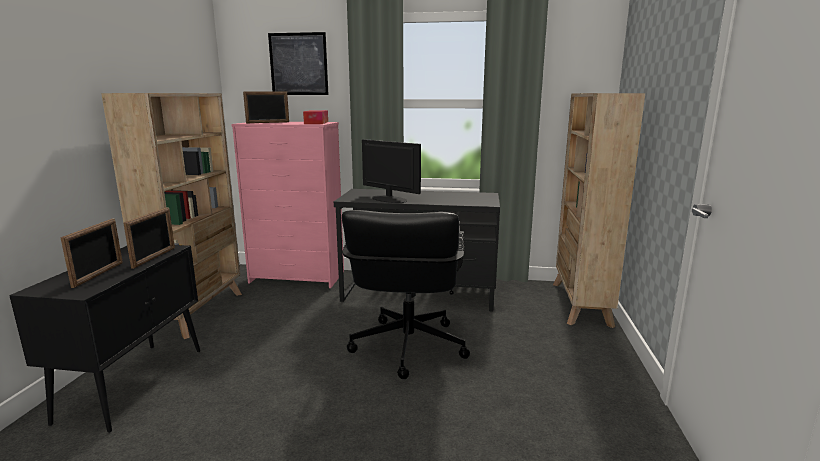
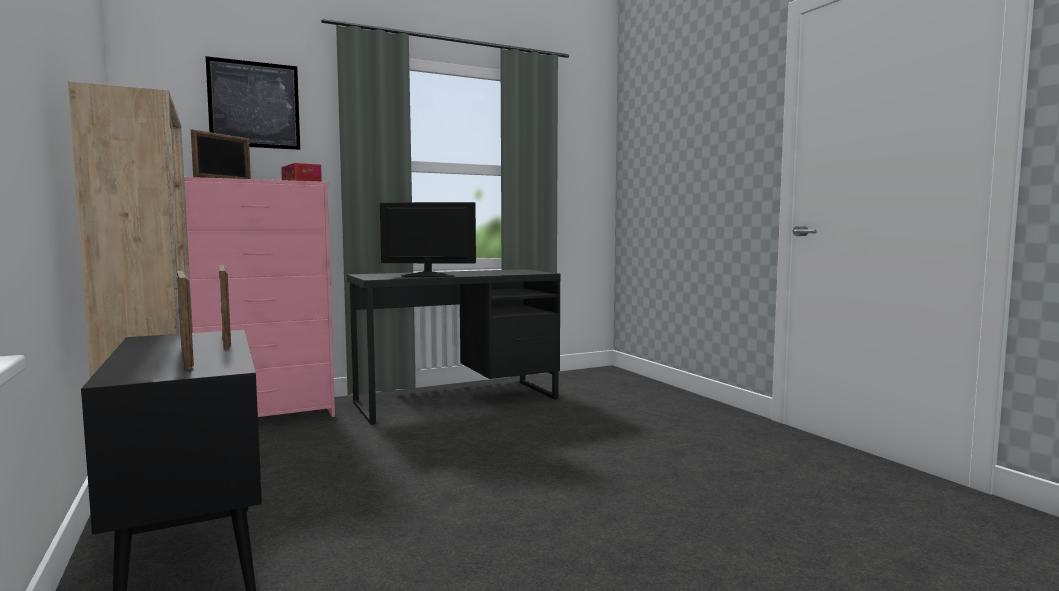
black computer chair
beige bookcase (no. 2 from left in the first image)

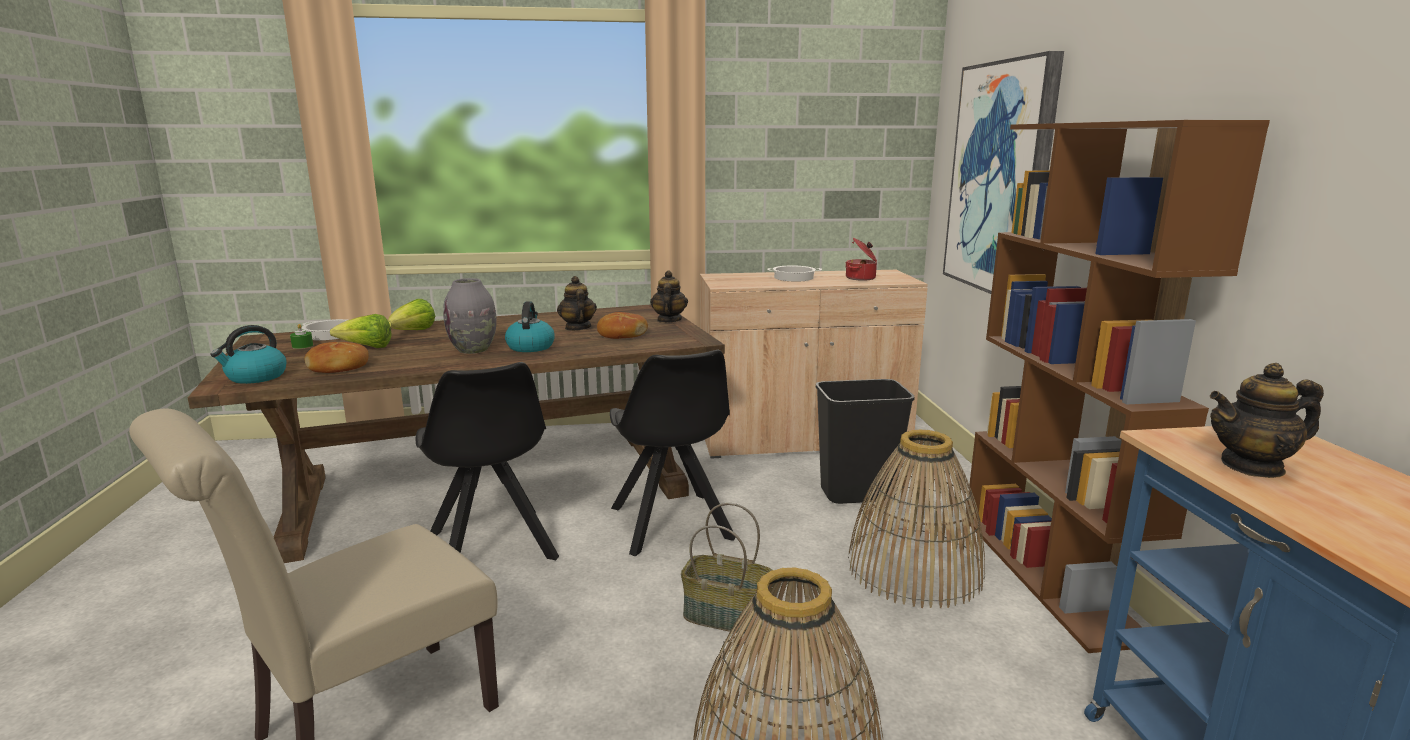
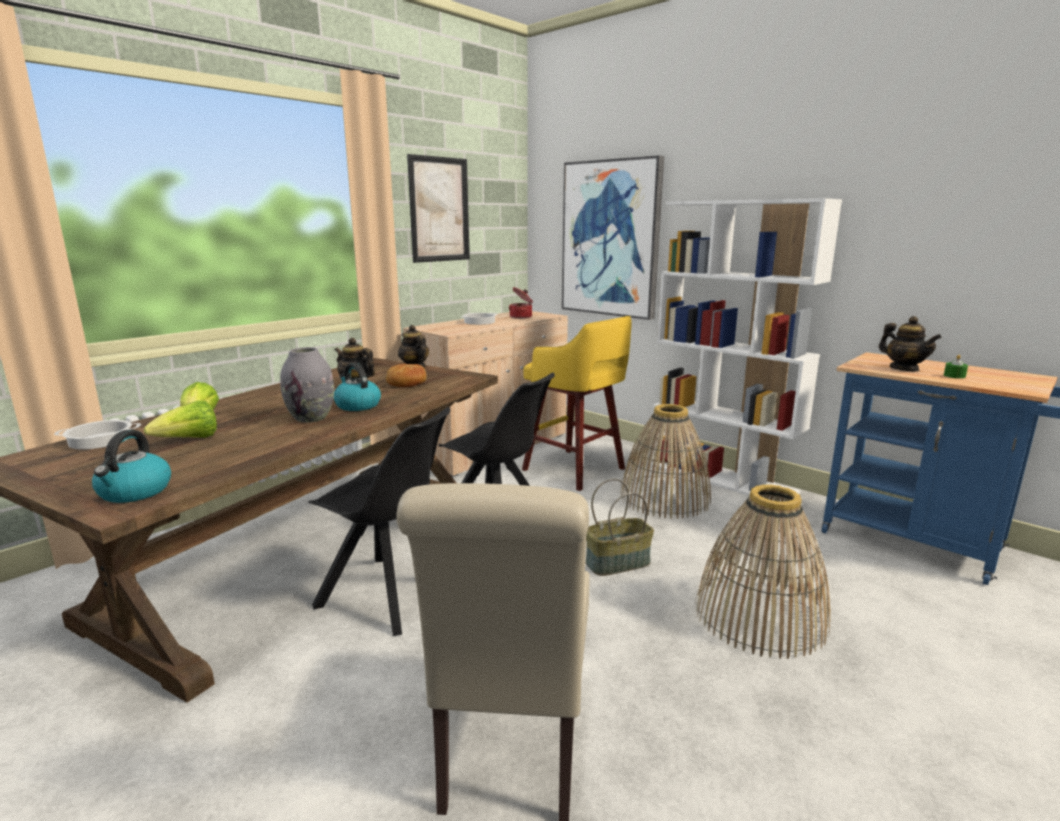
bread (no. 1 from left in the first image)
picture (no. 1 from left)
greenish wax candle
yellow-coloured stool seat
white-coloured bookcase
teapot (no. 3 from left)

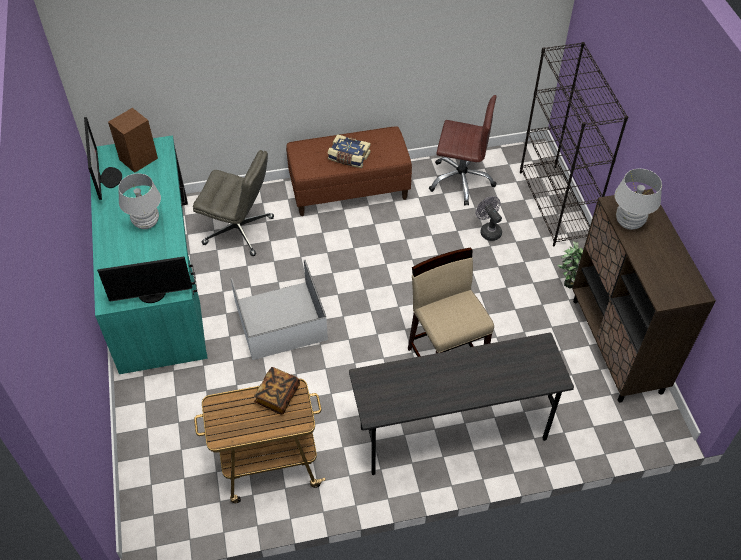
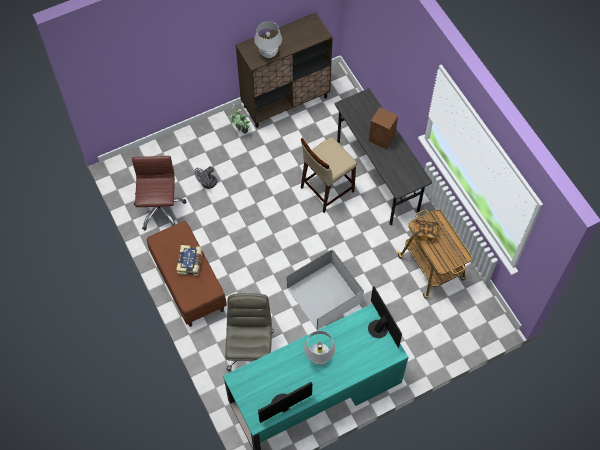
black bookcase
brown-coloured loudspeaker

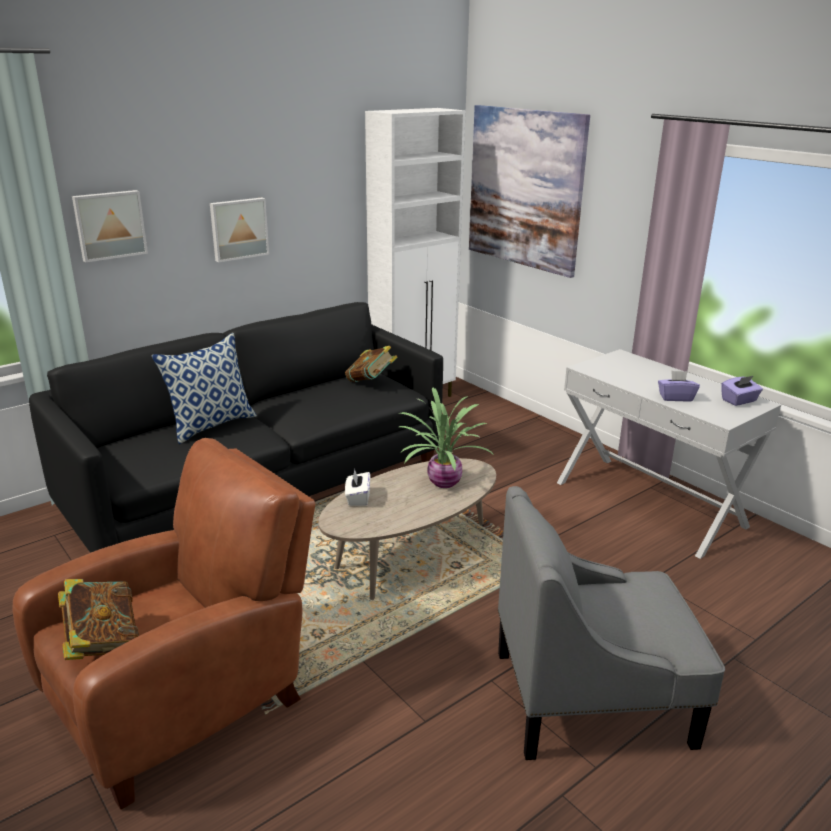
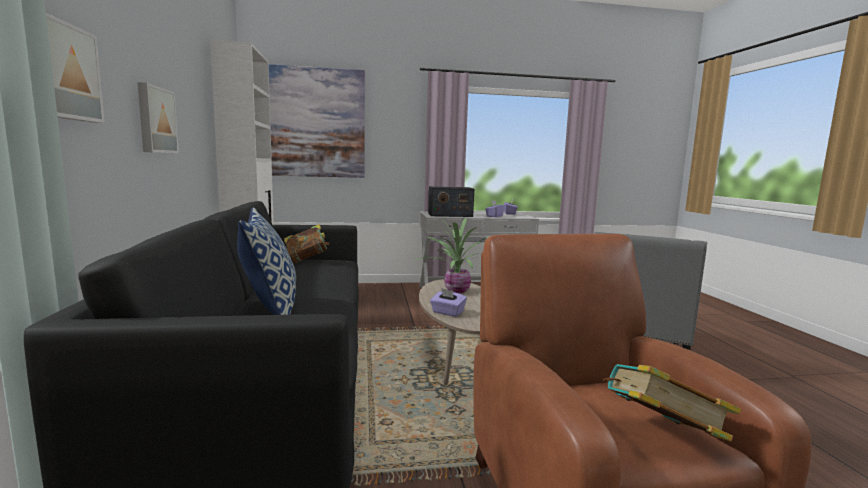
radio set
purple-coloured tissue holder (no. 1 from left)

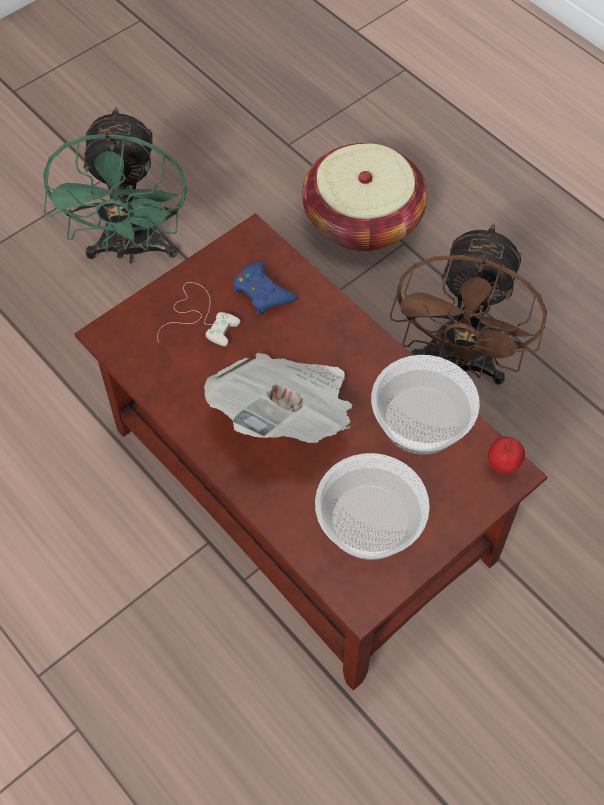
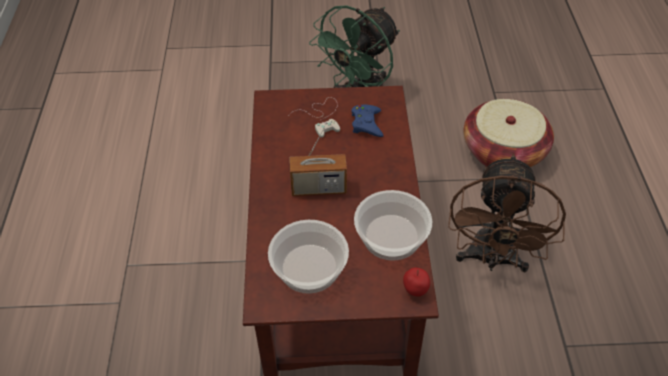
radio set
brown-coloured fan

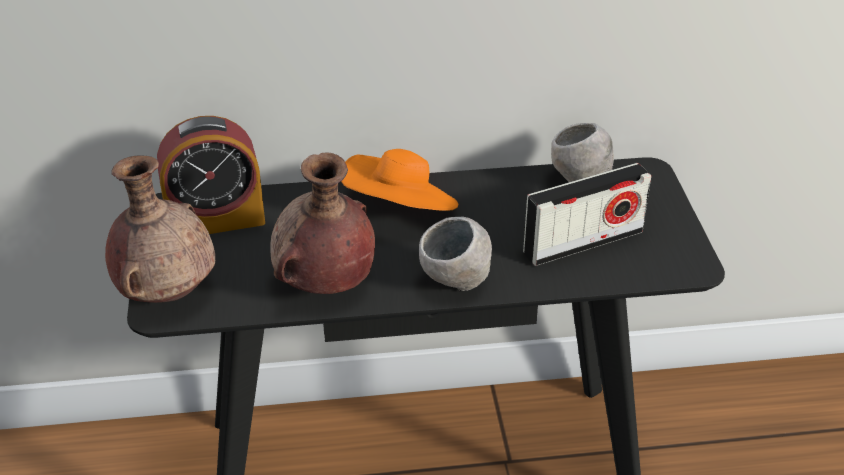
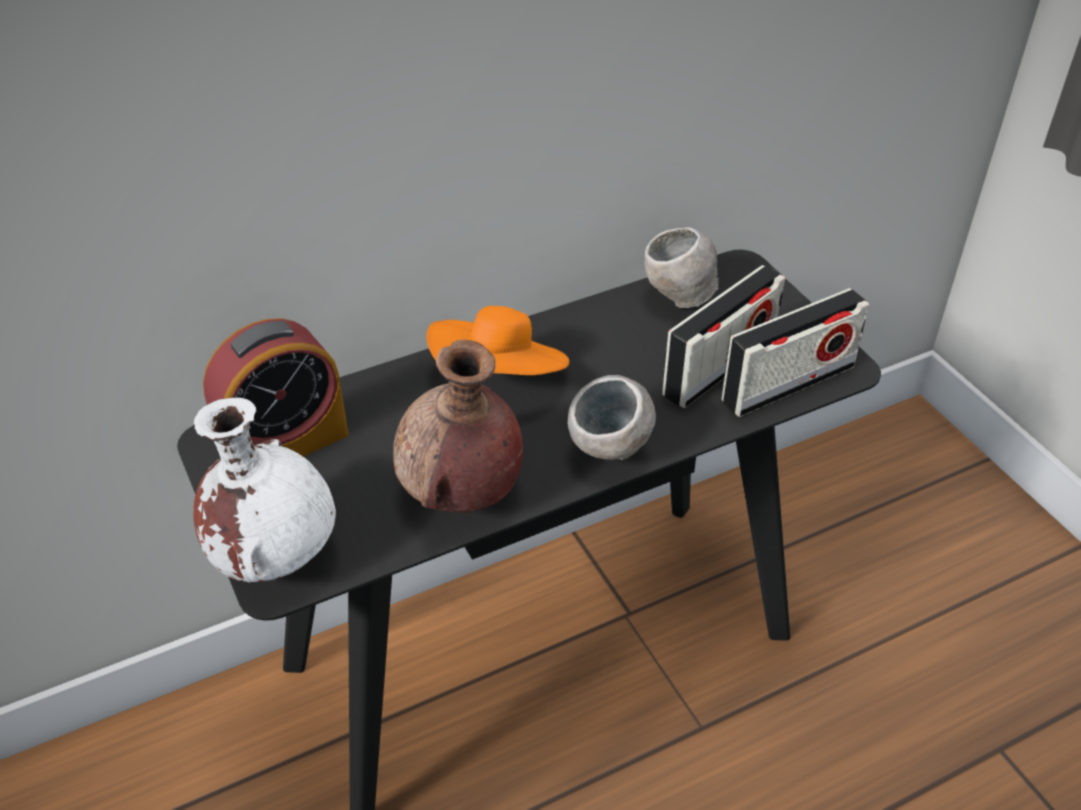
radio set (no. 2 from left)
white-coloured decorative vase

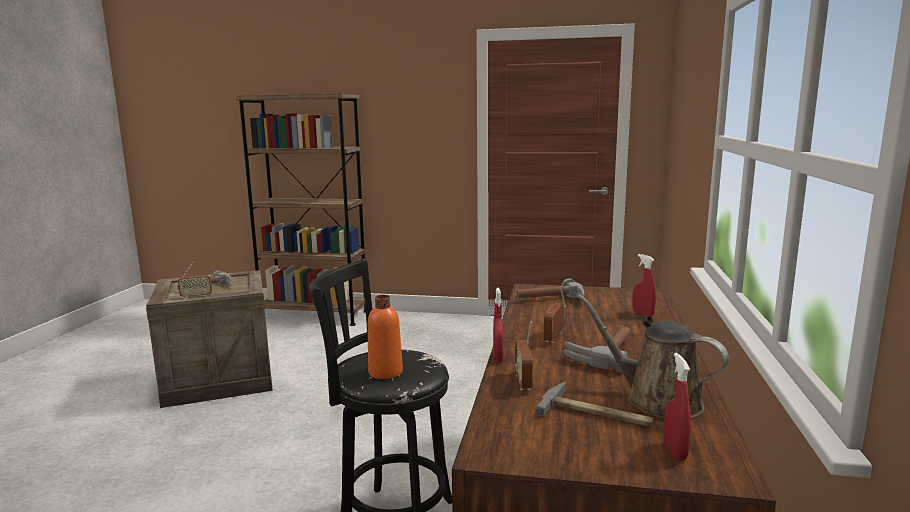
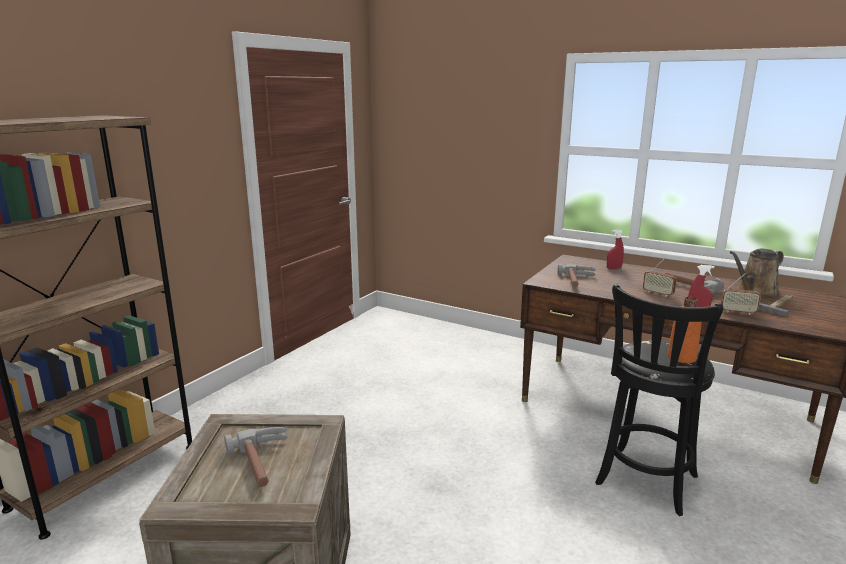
radio set (no. 1 from left in the first image)
reddish sprayer (no. 3 from left in the first image)

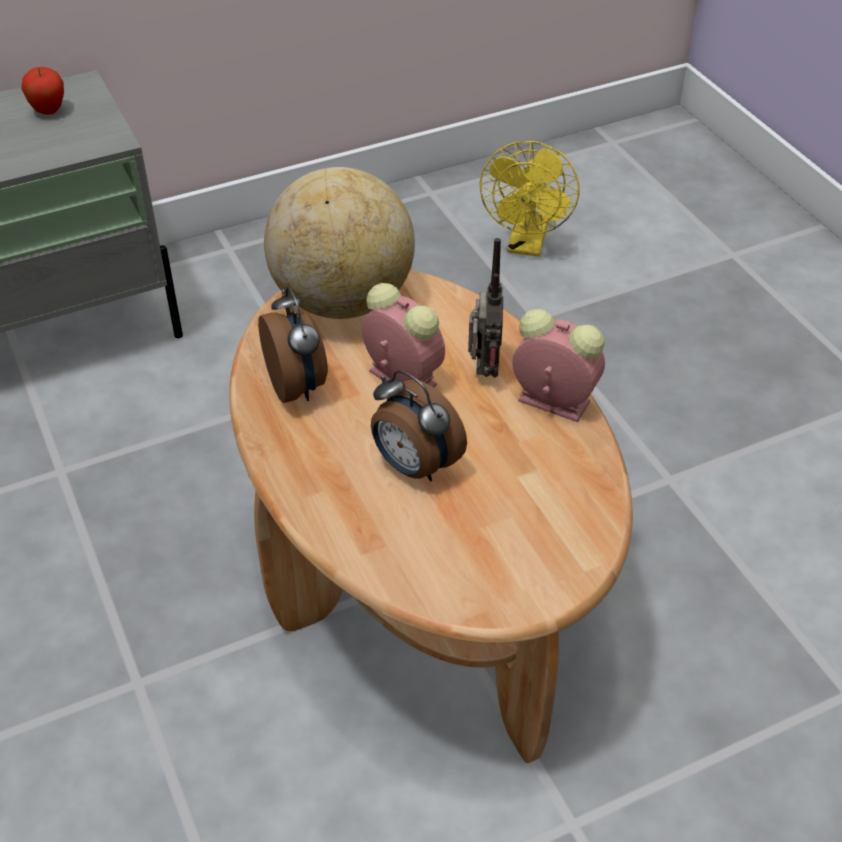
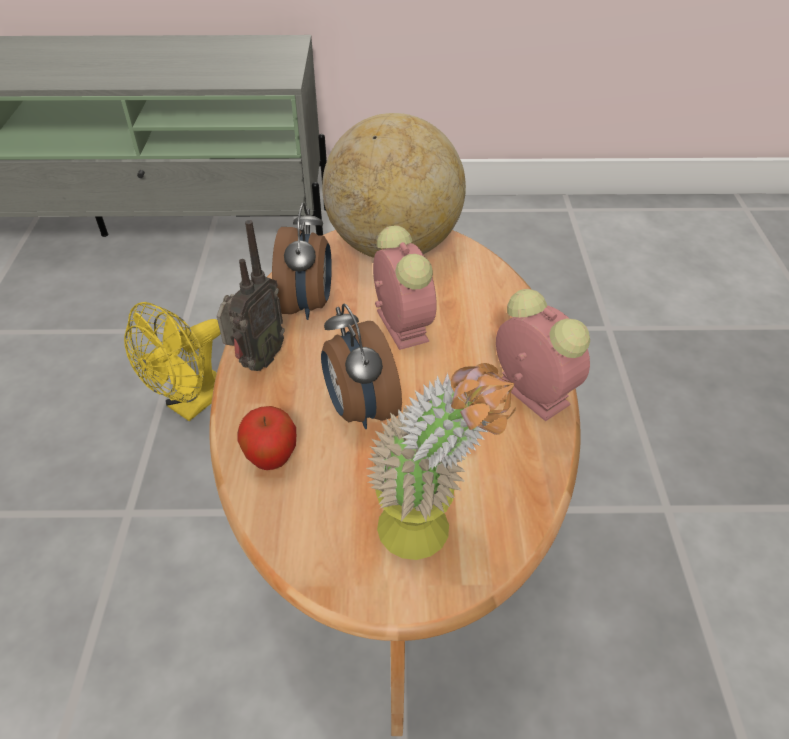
plant in a pot
apple fruit
radio set
yellow-coloured fan

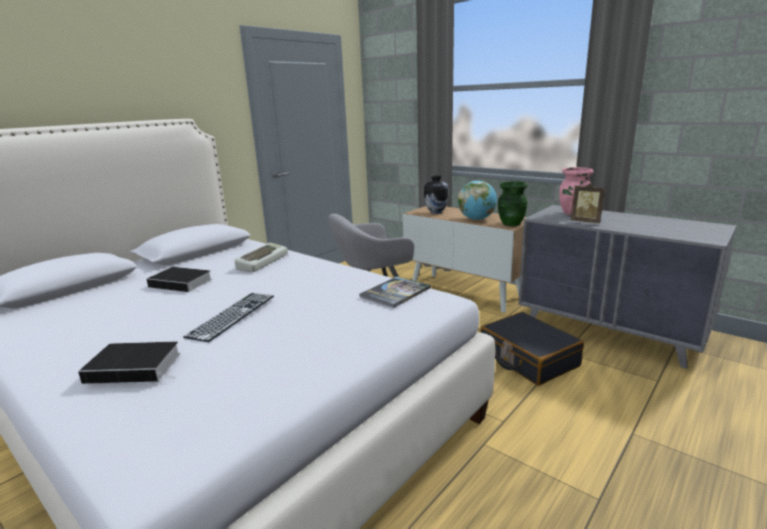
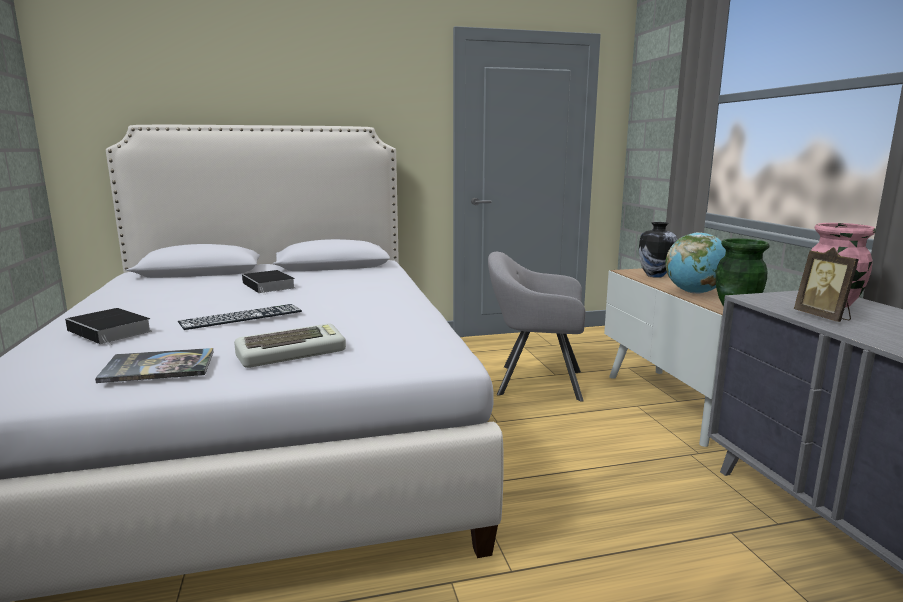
black piece of luggage
computer keyboard (no. 2 from left)
volume (no. 2 from left)

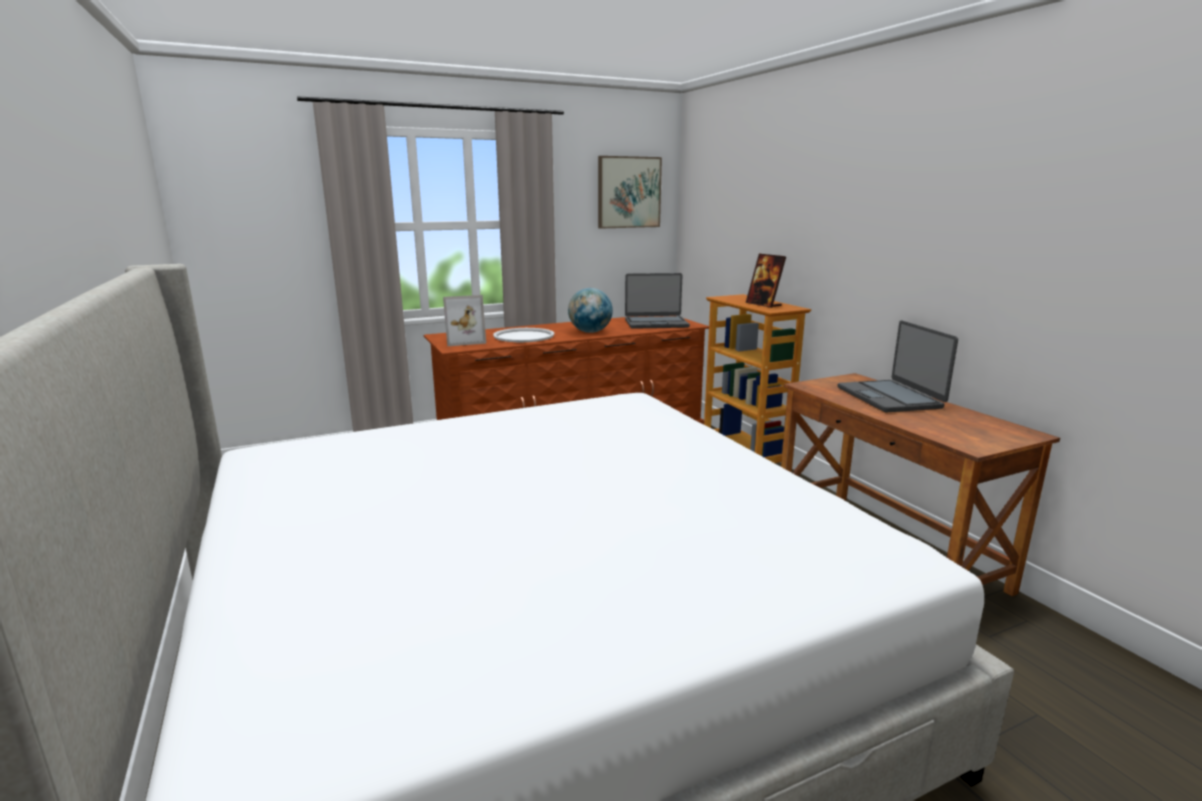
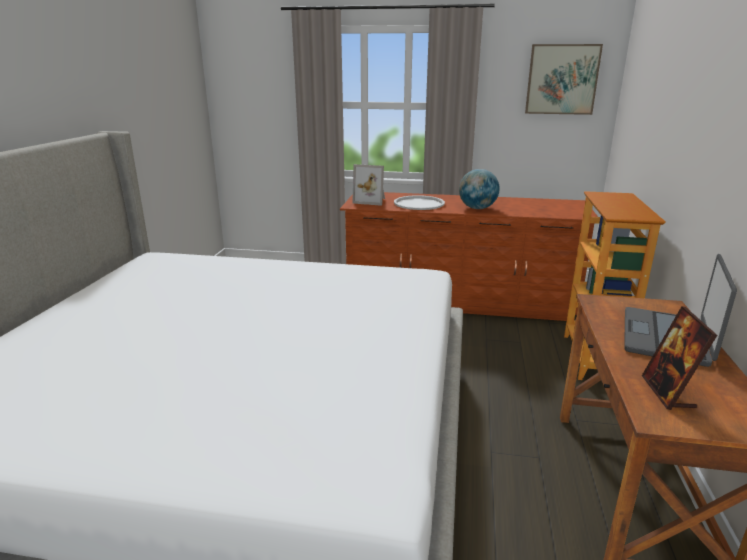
notebook computer (no. 1 from left in the first image)
picture frame (no. 2 from left)

